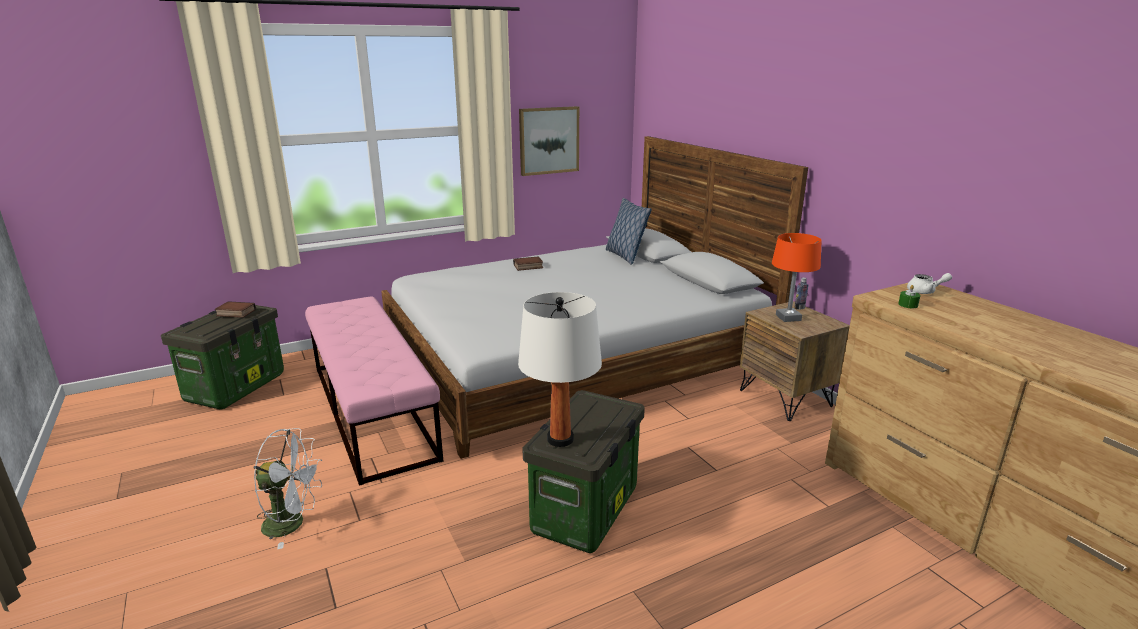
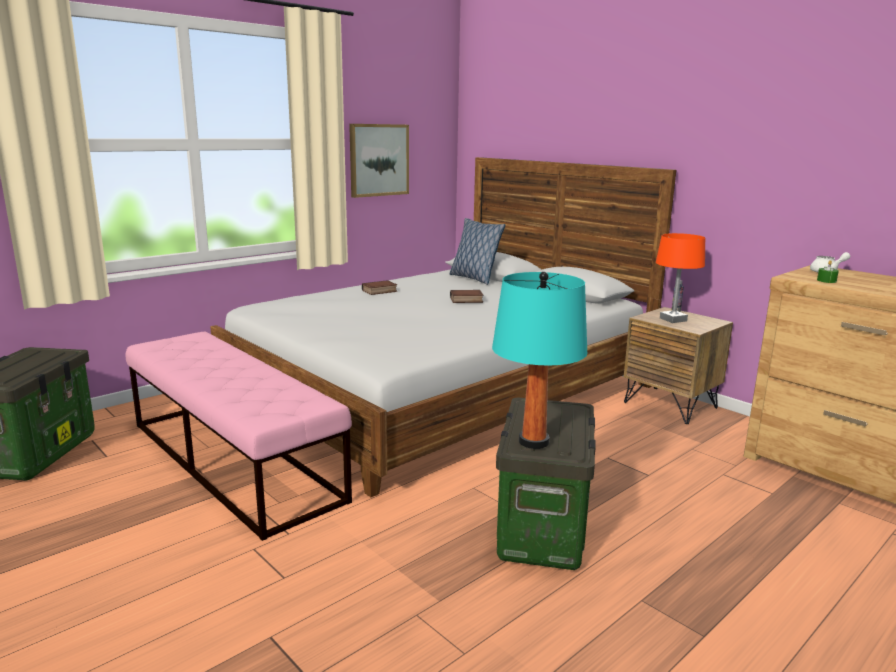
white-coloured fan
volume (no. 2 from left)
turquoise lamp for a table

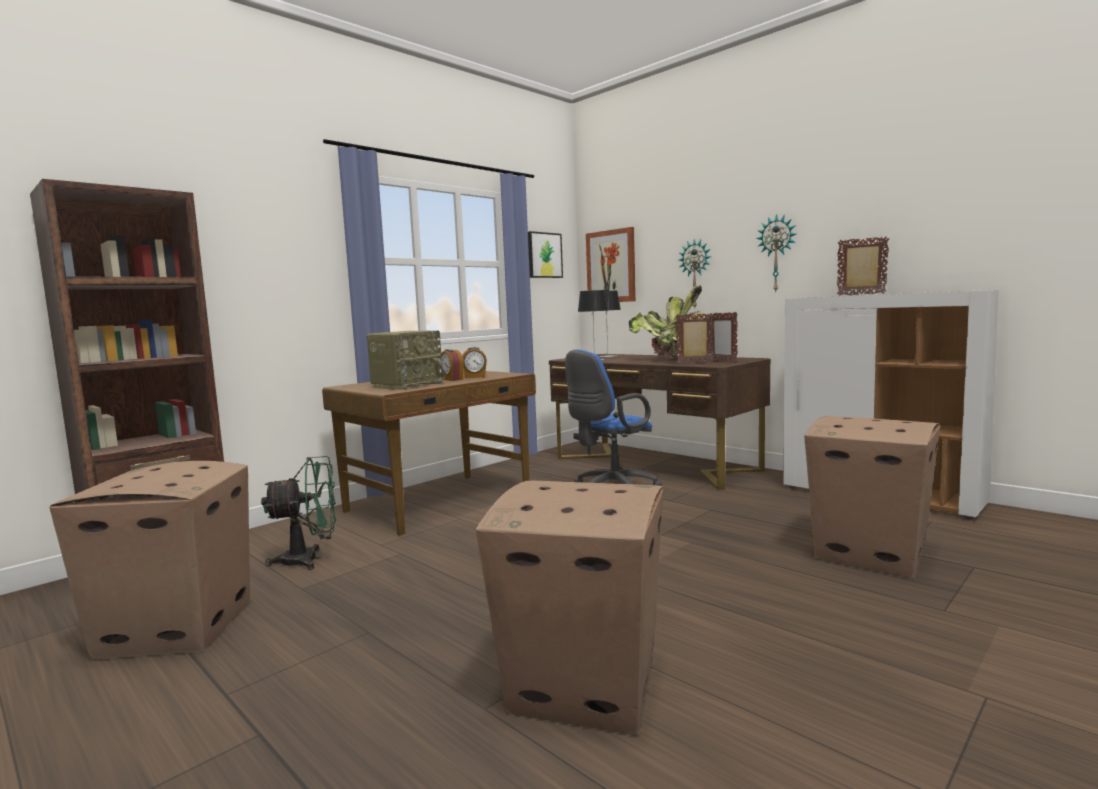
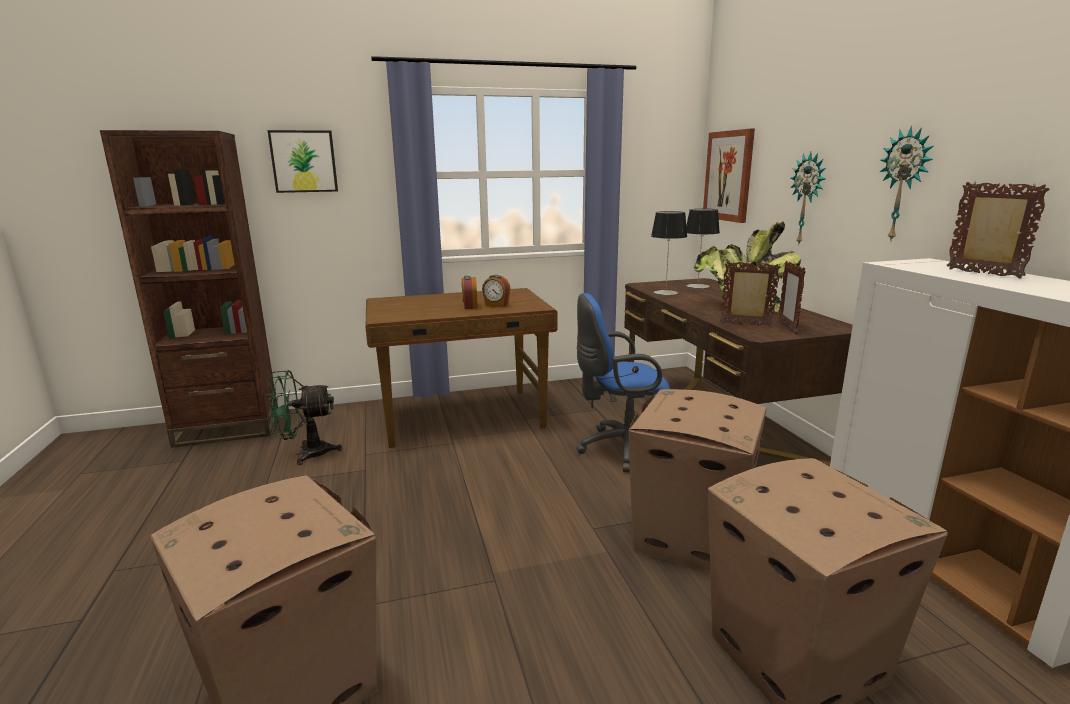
radio set
carton (no. 2 from left)
picture (no. 1 from left)
greenish fan

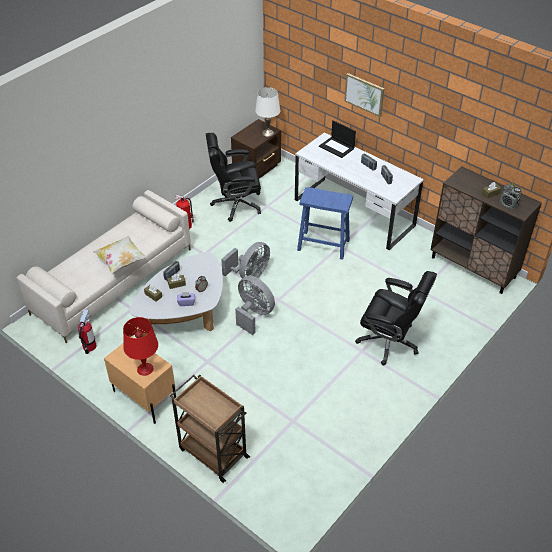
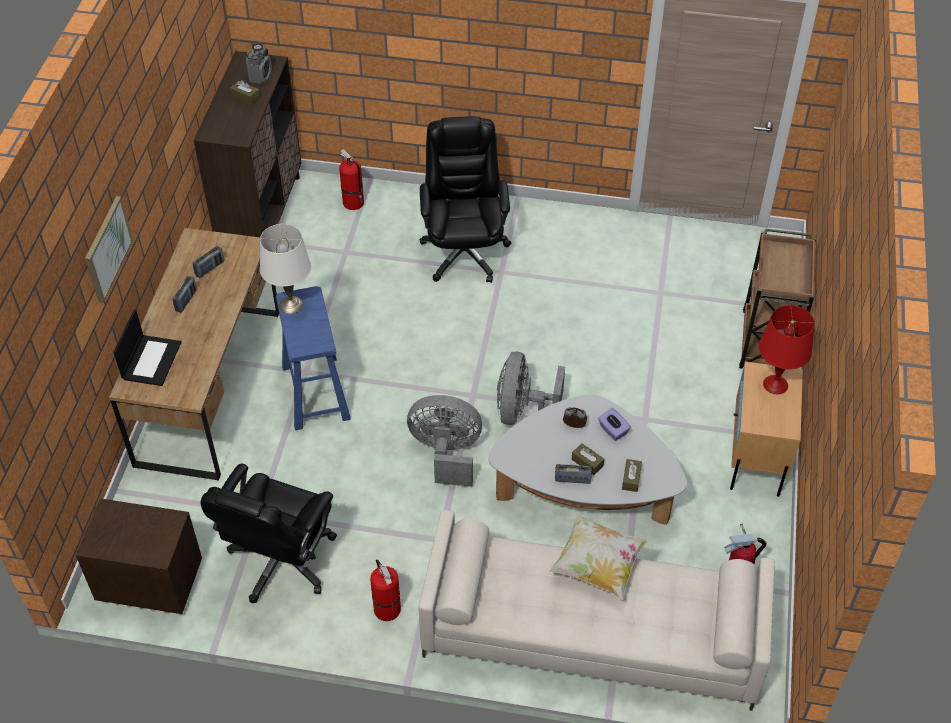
fire-fighting cylinder (no. 1 from left)
white-coloured lamp for a table
brown-coloured desk unit
black computer chair (no. 1 from left)

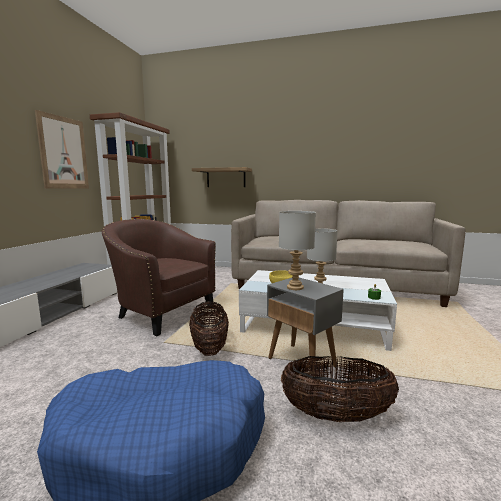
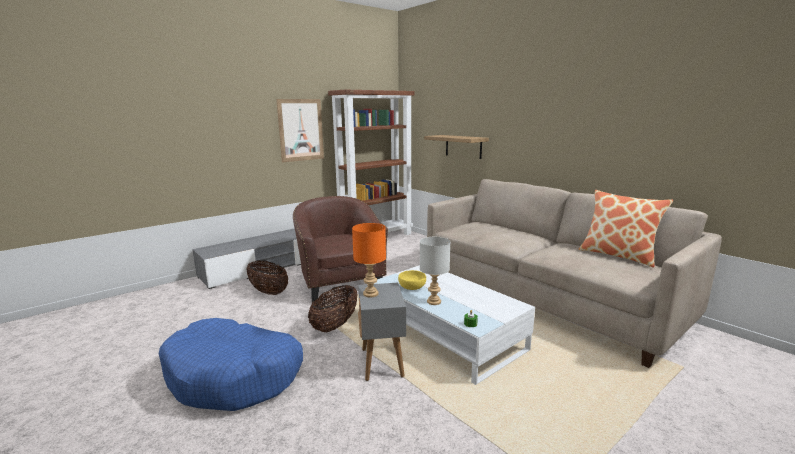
throw pillow
household basket (no. 1 from left)
orange-coloured lamp for a table

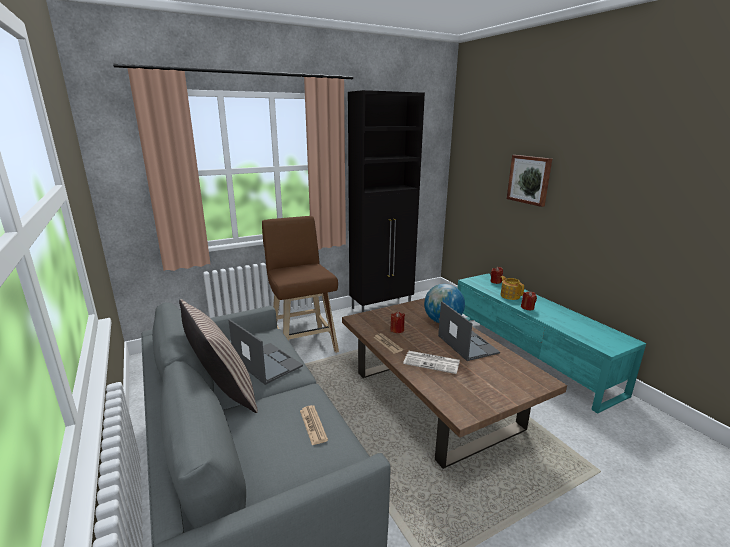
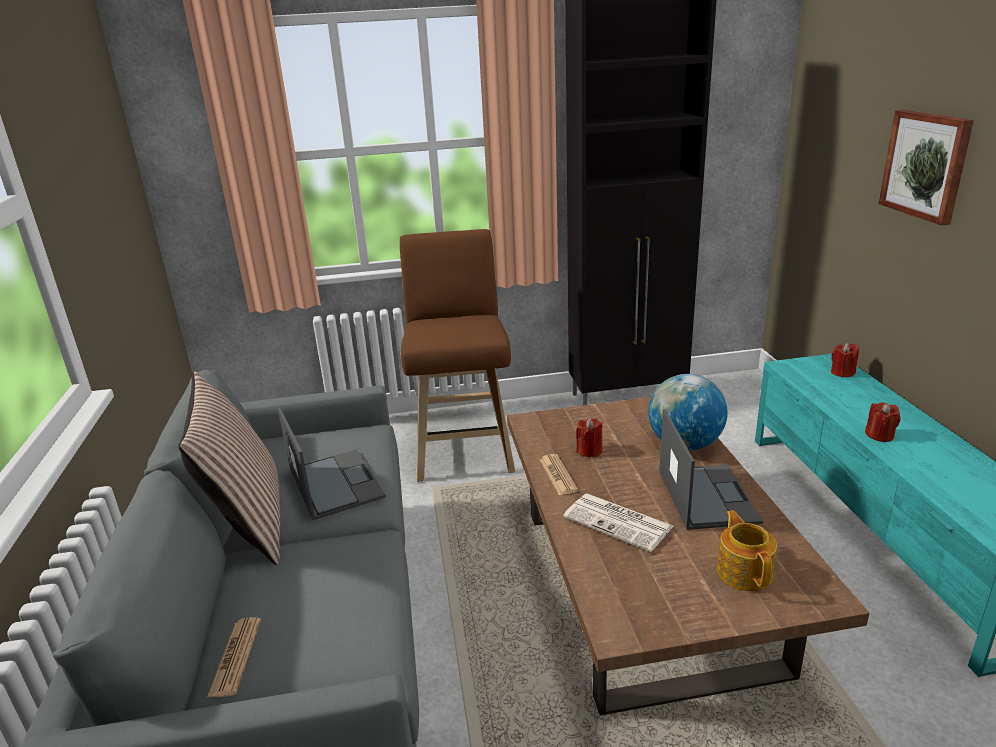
daily paper (no. 1 from left)
teapot

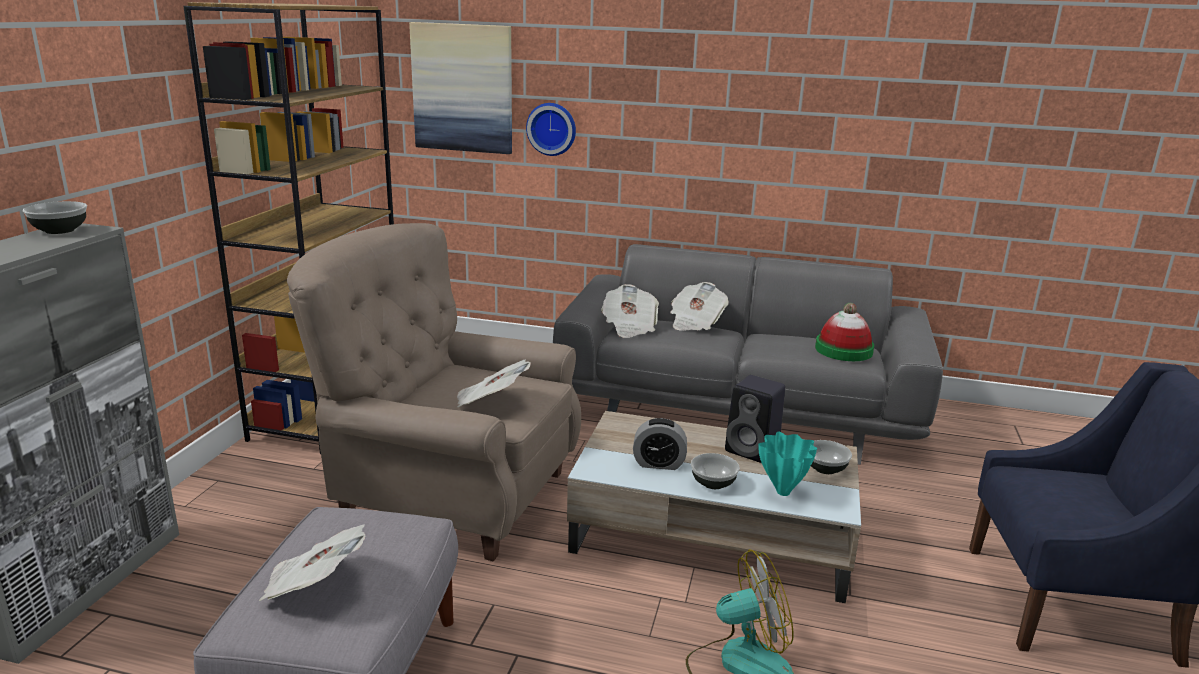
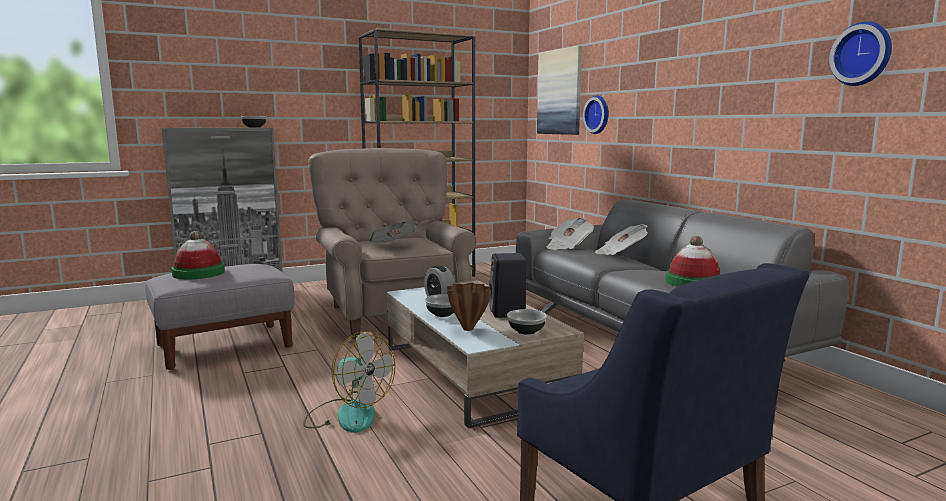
clock on the wall (no. 2 from left)
clothing hat (no. 1 from left)
brown-coloured decorative vase

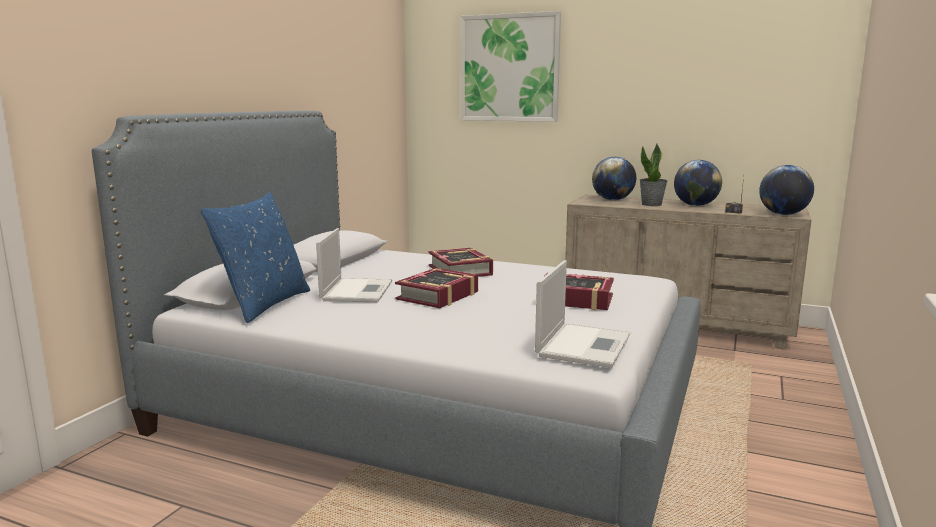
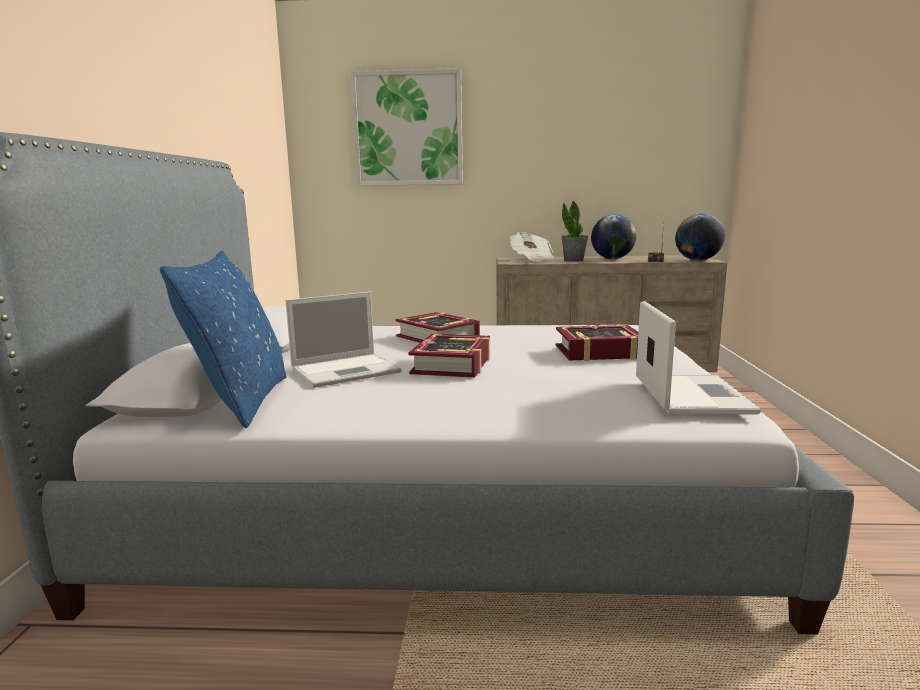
daily paper
notebook computer (no. 1 from left)

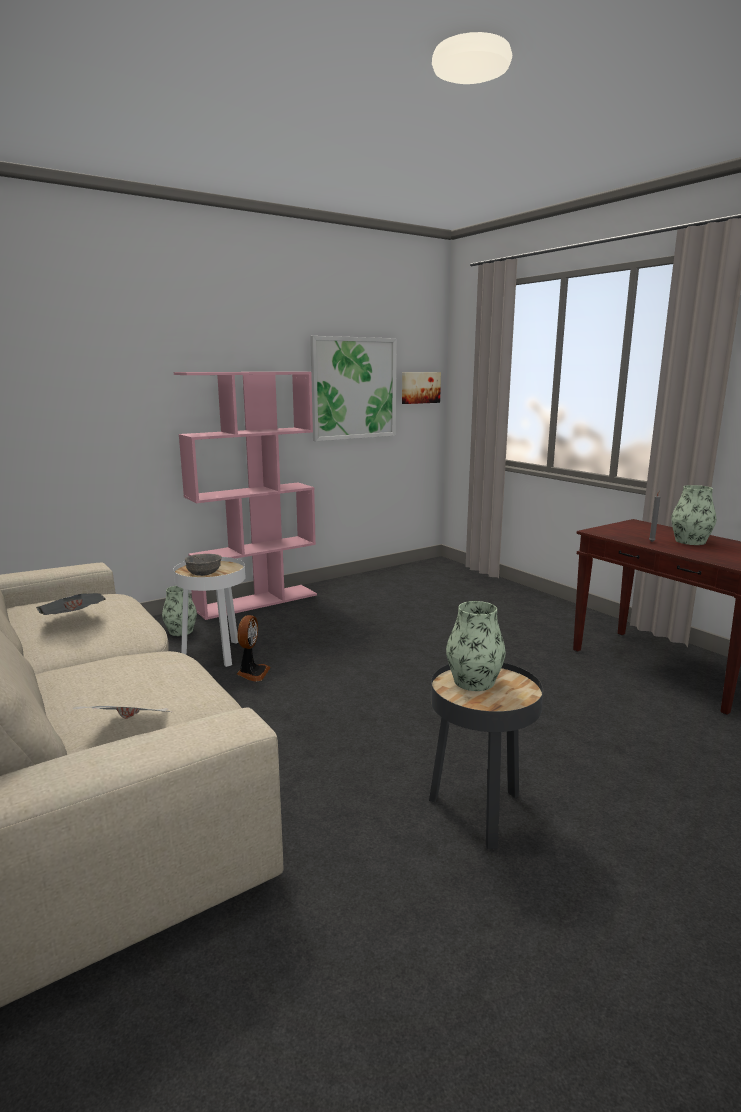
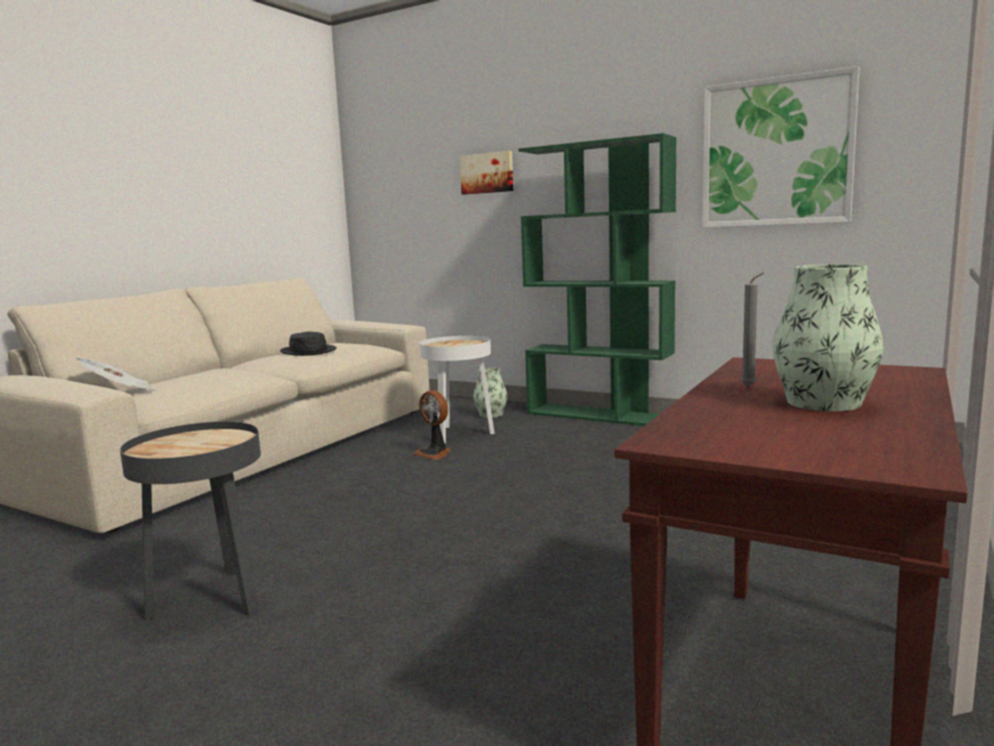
gray deep dish
decorative vase (no. 2 from left in the first image)
picture (no. 1 from left)
black clothing hat
greenish bookcase
fan

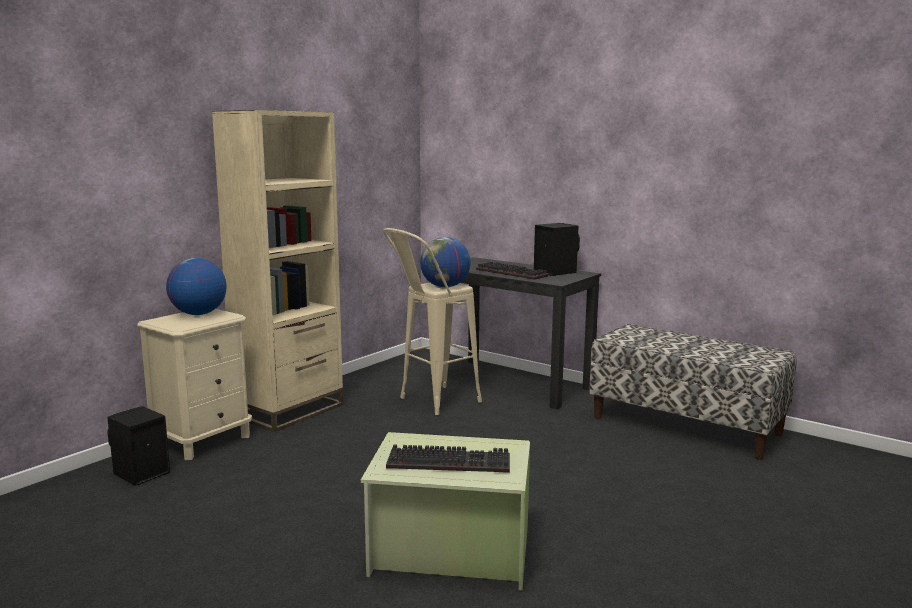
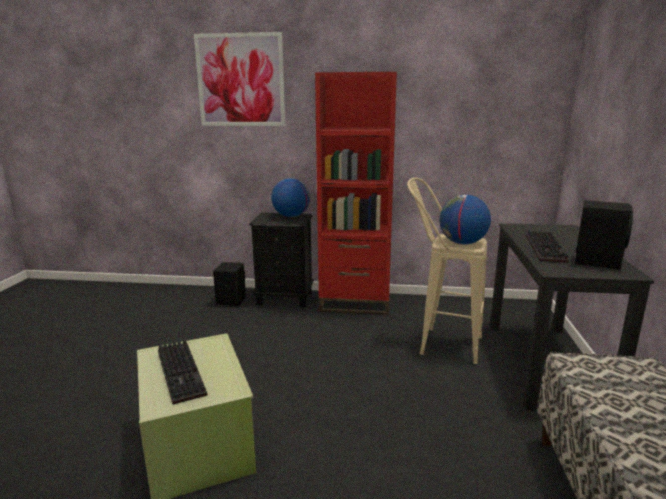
picture
black bedside table
reddish bookcase

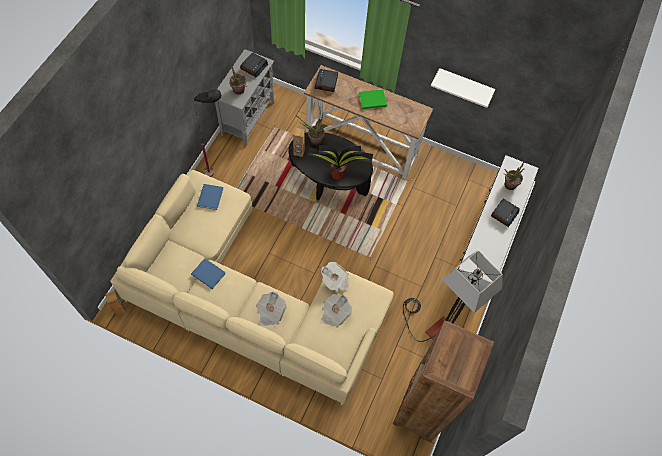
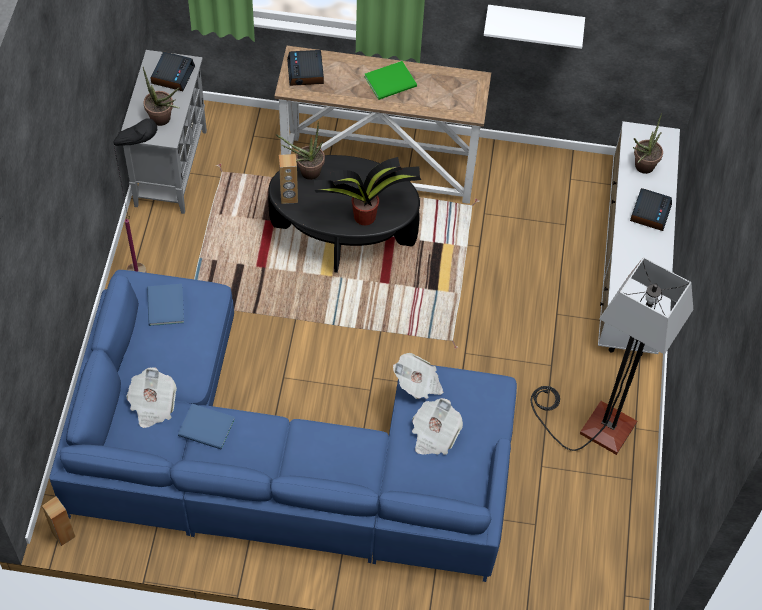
brown-coloured bookcase
daily paper (no. 1 from left)
blue-coloured couch

